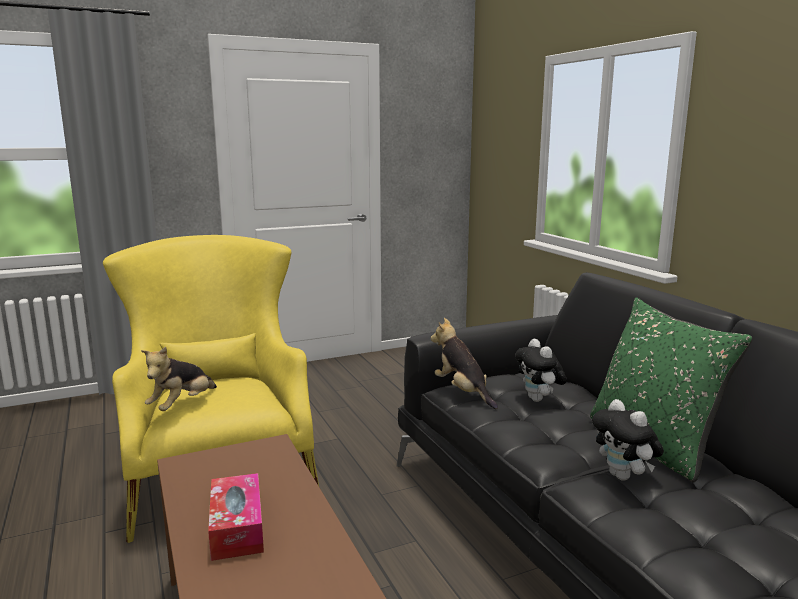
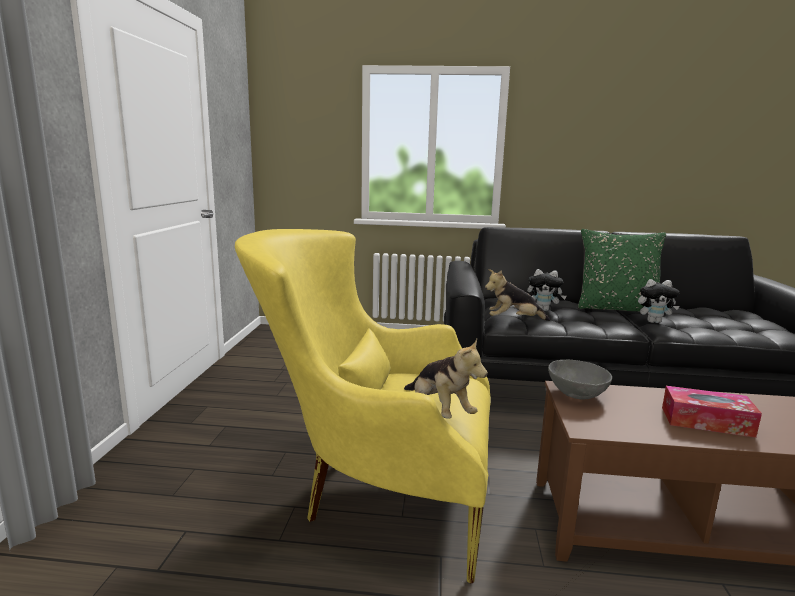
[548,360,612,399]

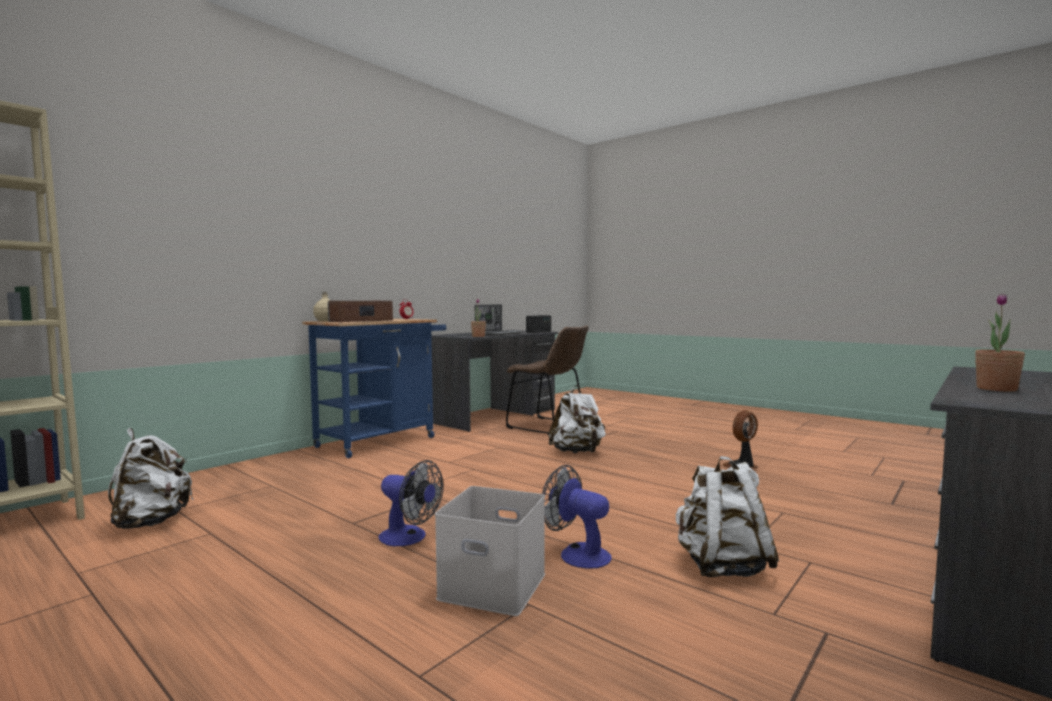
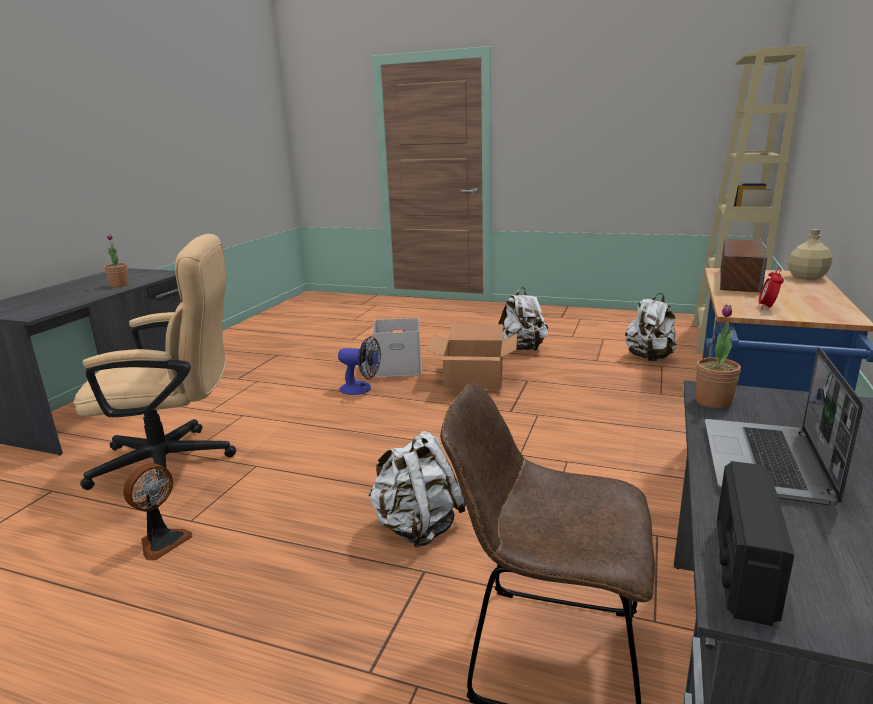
[73,234,236,490]
[427,324,517,389]
[498,287,548,351]

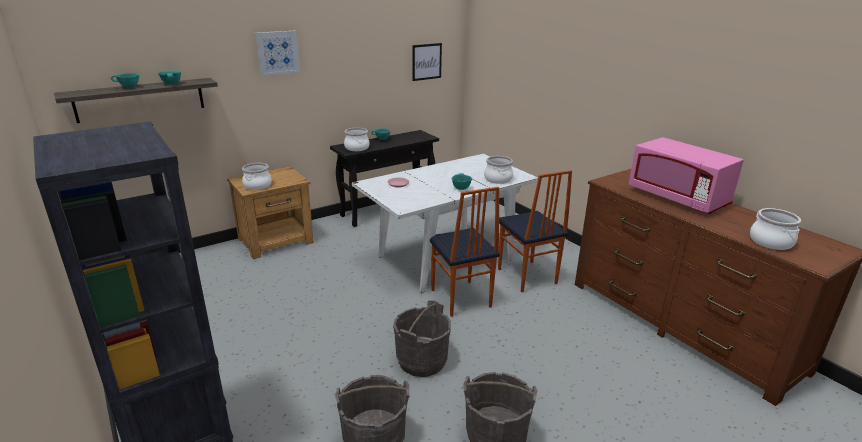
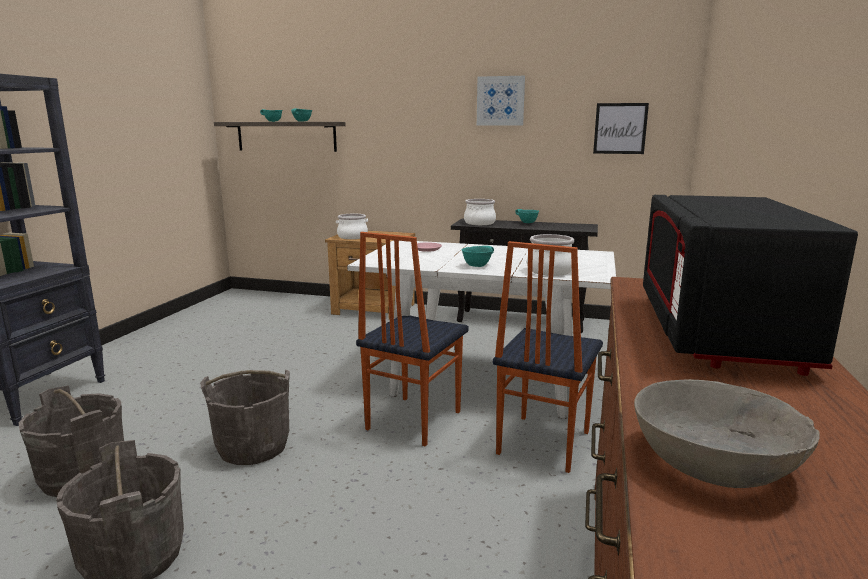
[477,76,525,125]
[634,379,819,488]
[643,195,858,376]

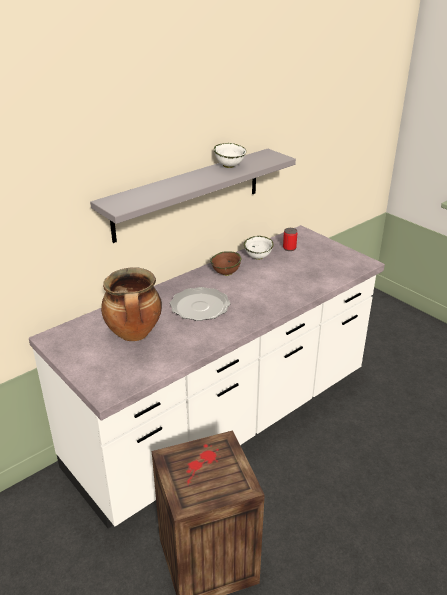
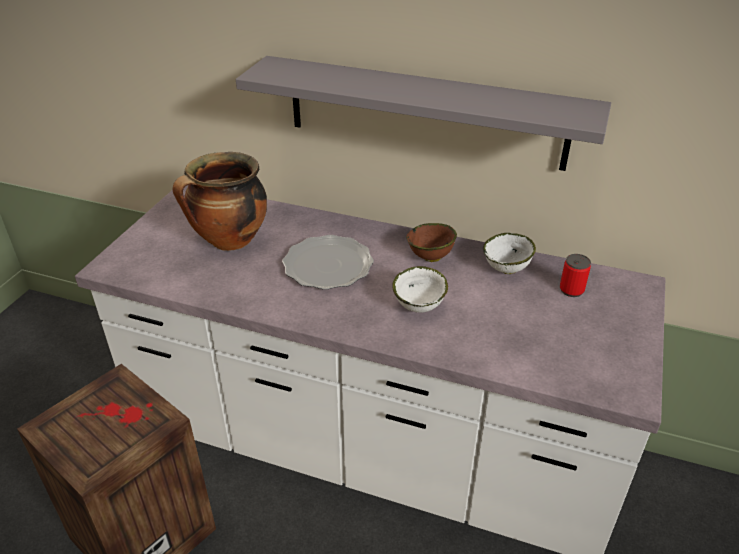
[392,266,448,313]

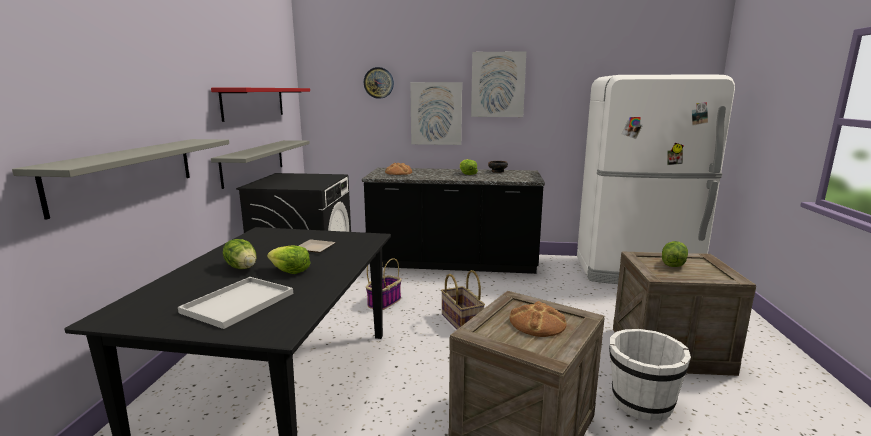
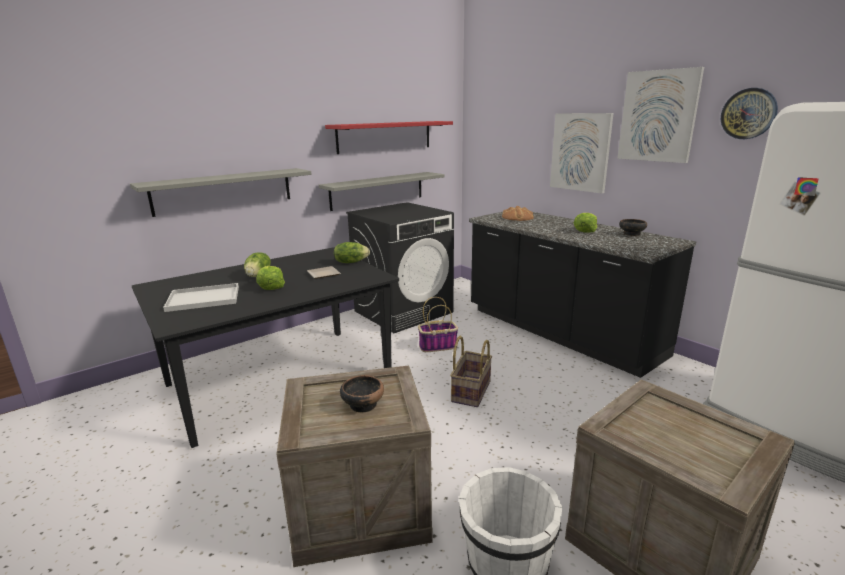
[334,242,370,263]
[340,375,384,413]
[721,88,778,139]

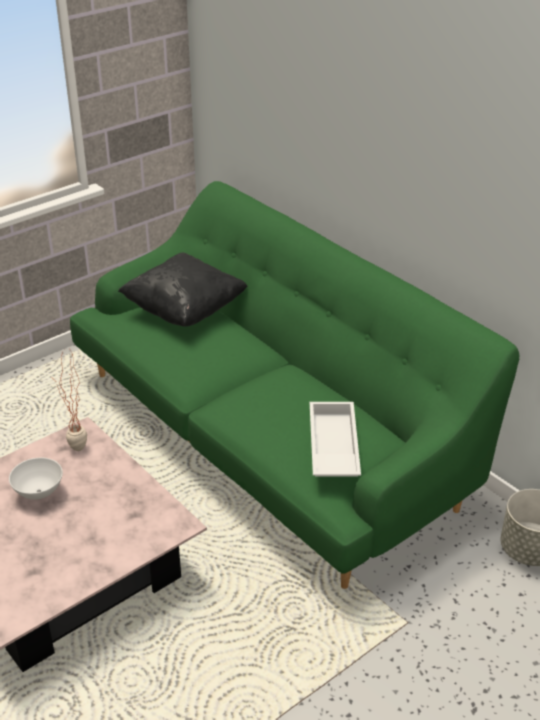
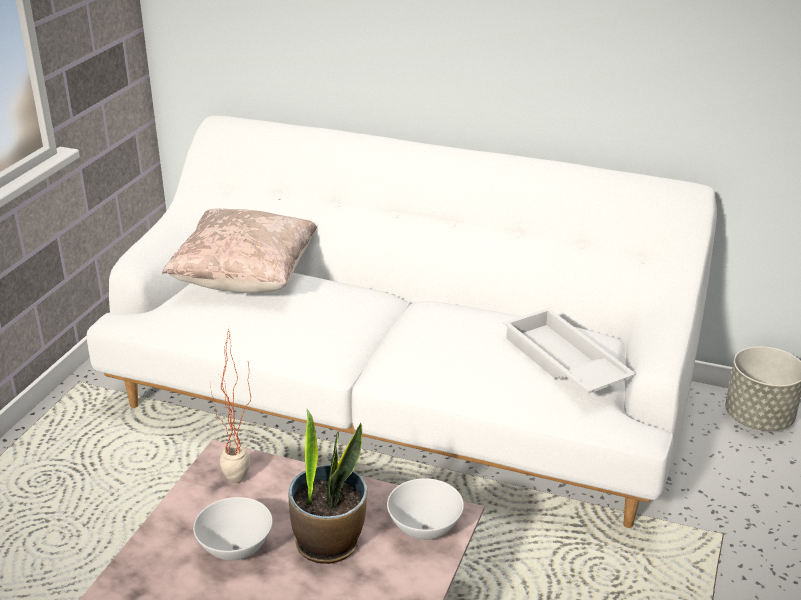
[87,115,717,528]
[162,208,317,293]
[288,409,367,564]
[387,478,464,540]

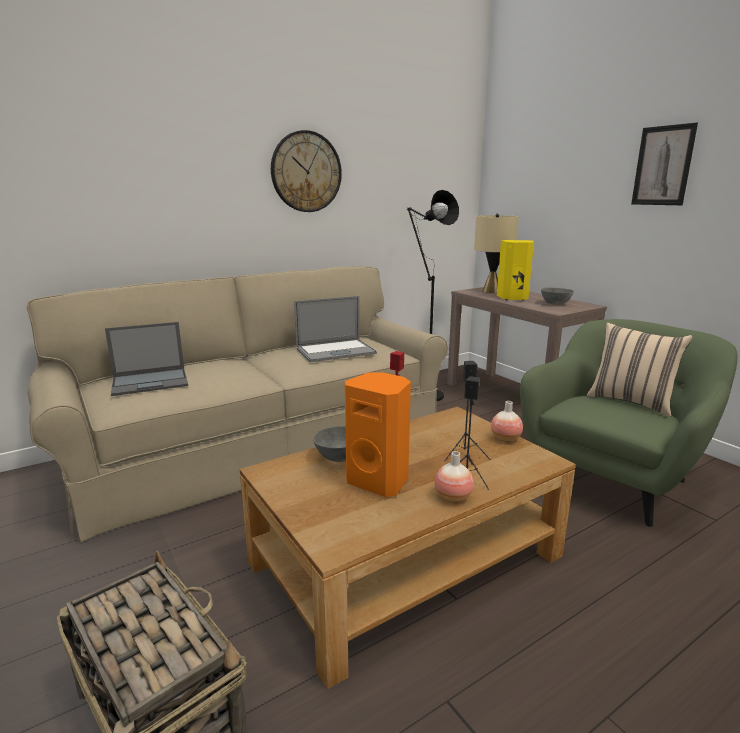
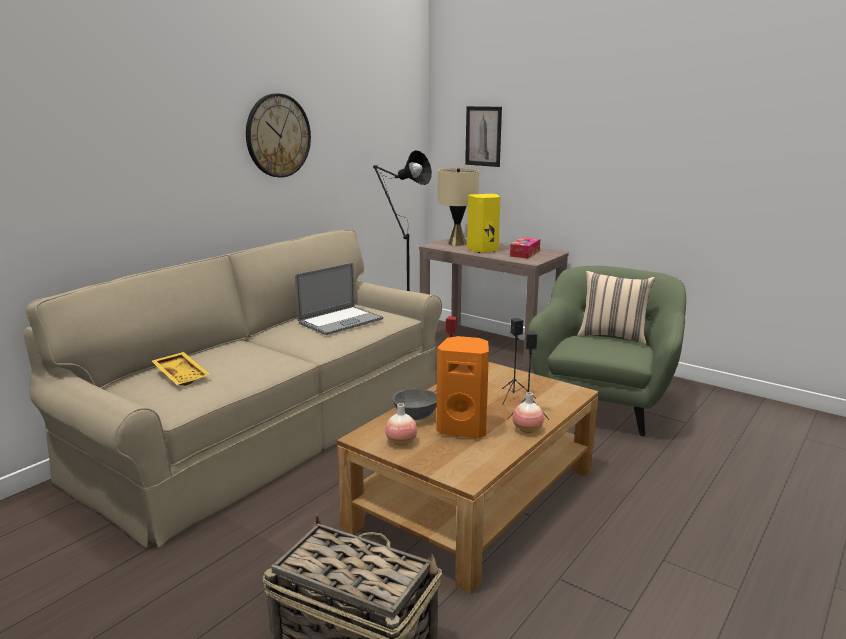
[152,352,210,386]
[385,403,417,446]
[465,106,502,167]
[510,237,540,258]

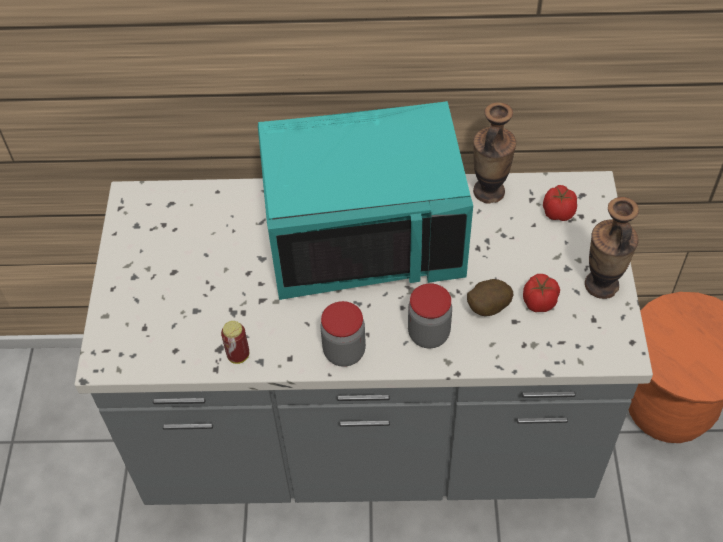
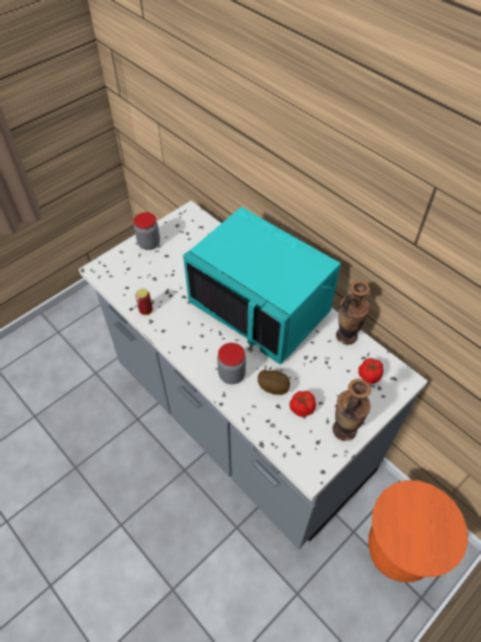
[134,212,160,250]

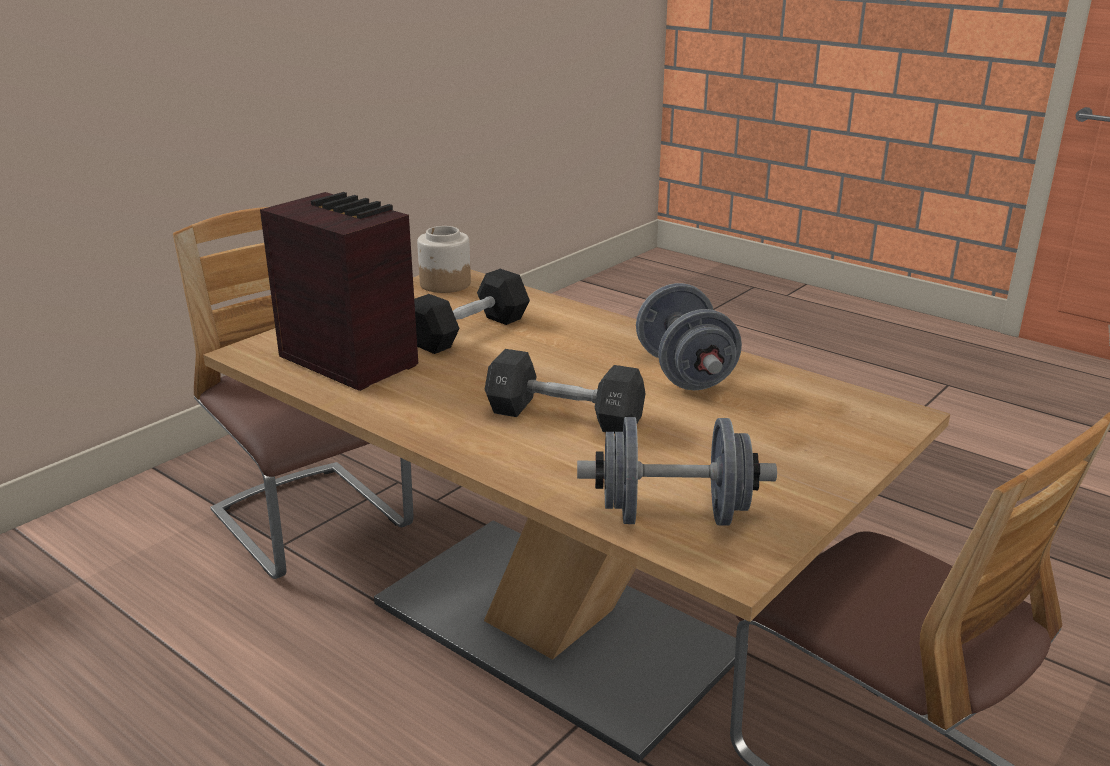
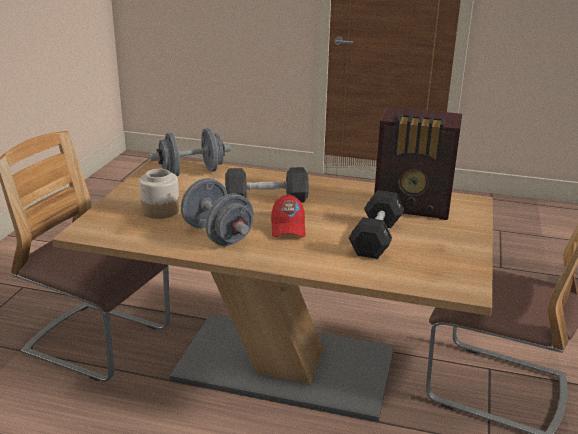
[139,169,180,219]
[271,194,306,237]

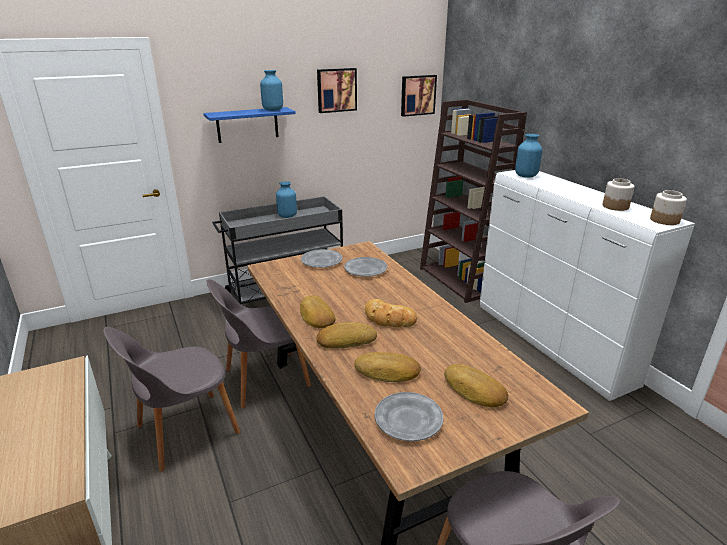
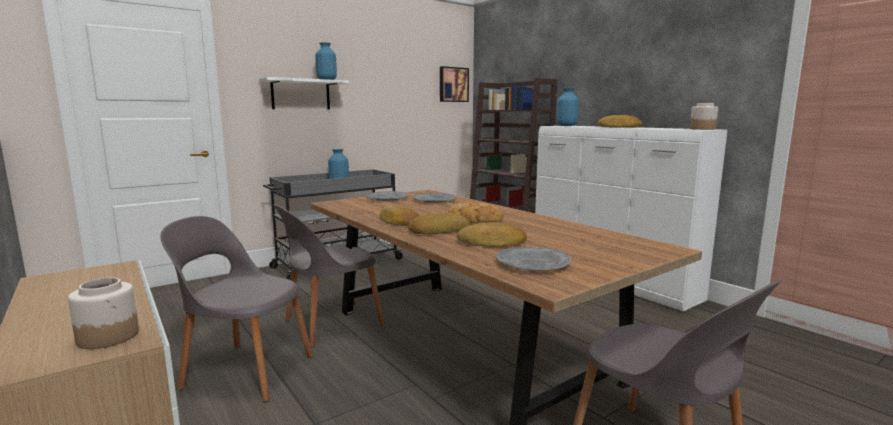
[68,278,139,349]
[160,216,313,402]
[259,77,349,109]
[598,115,642,128]
[317,68,357,113] (first image)

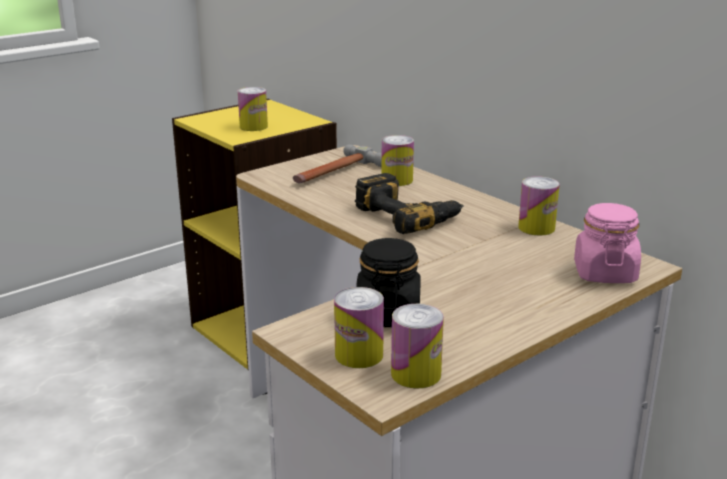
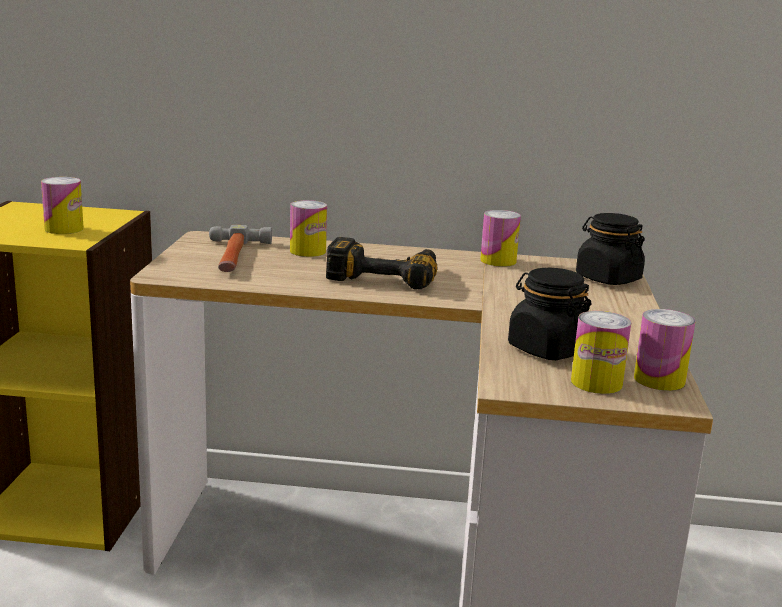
[576,213,645,285]

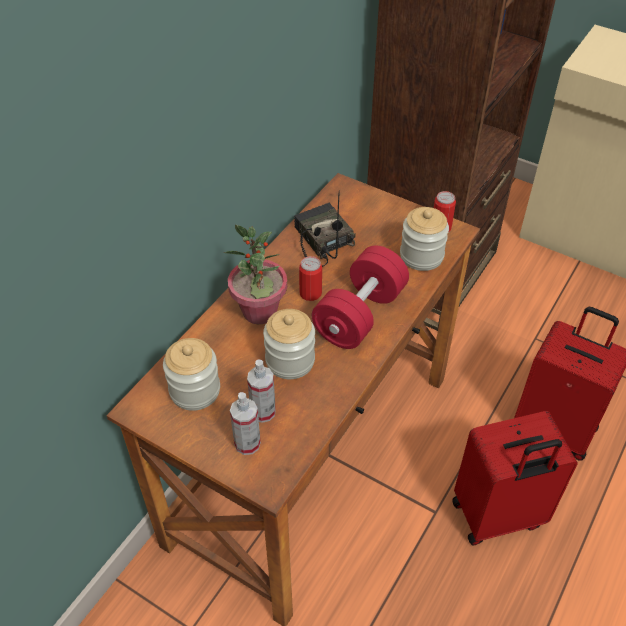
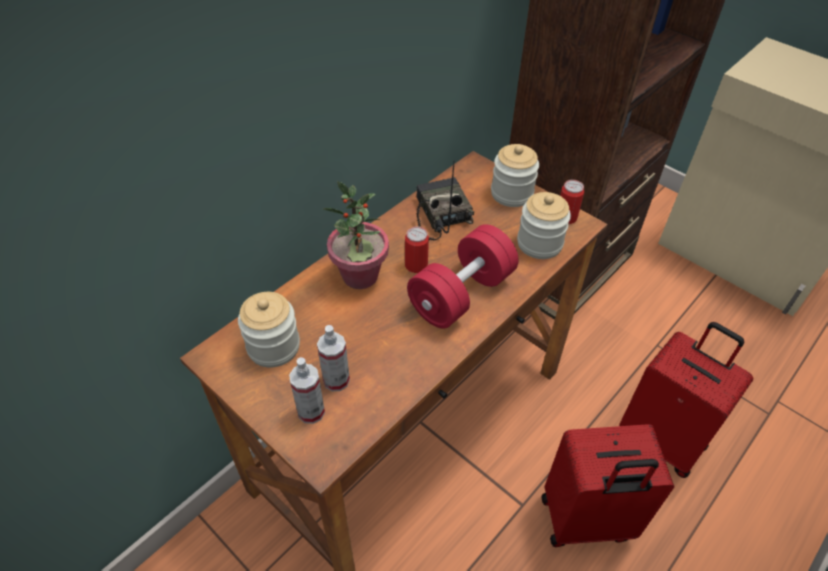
[491,144,539,207]

